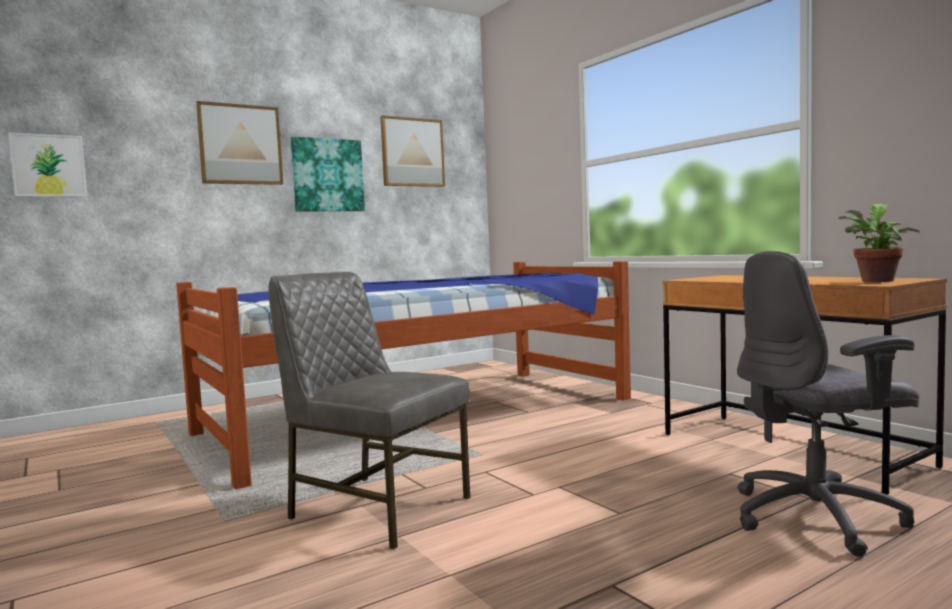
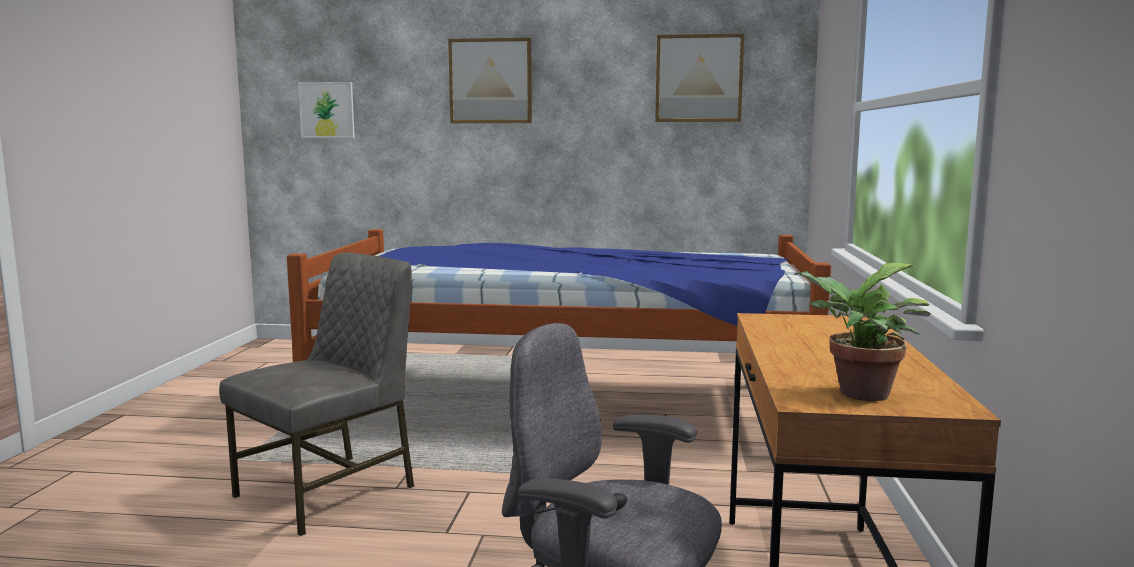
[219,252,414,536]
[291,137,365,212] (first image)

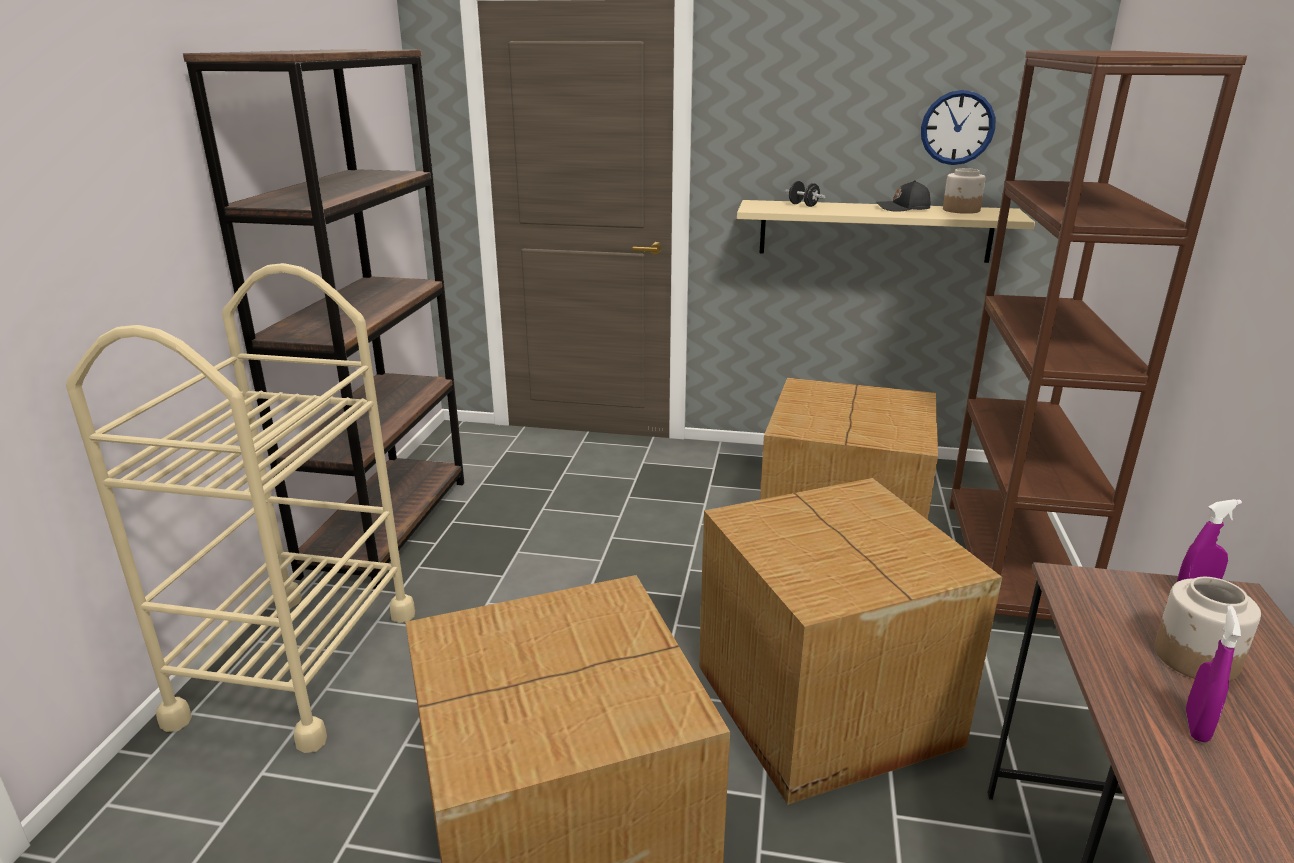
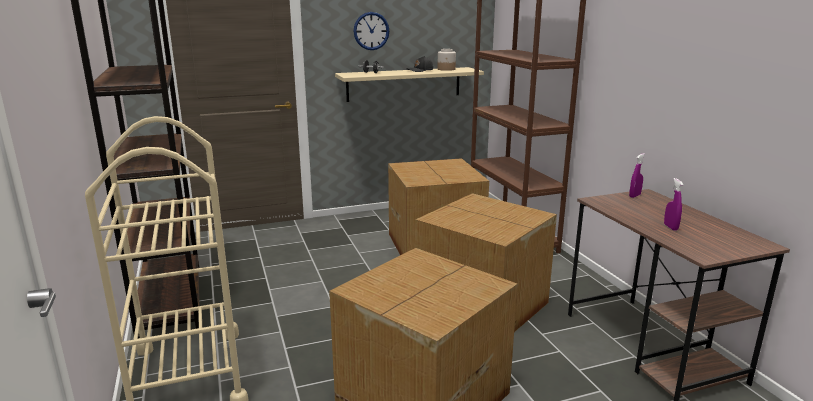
[354,12,389,50]
[1154,577,1261,681] (first image)

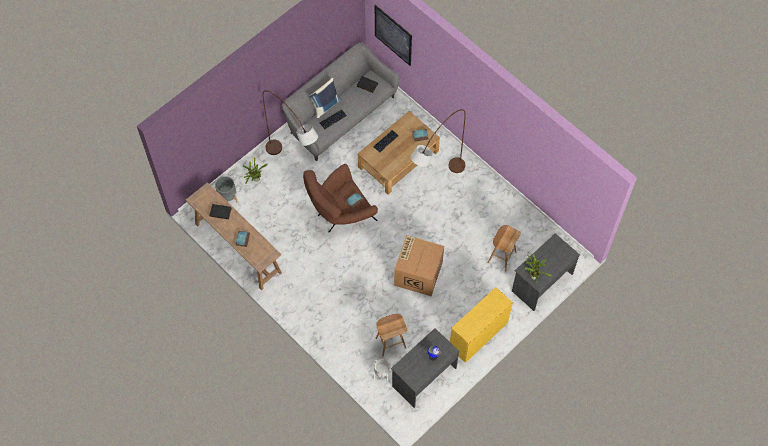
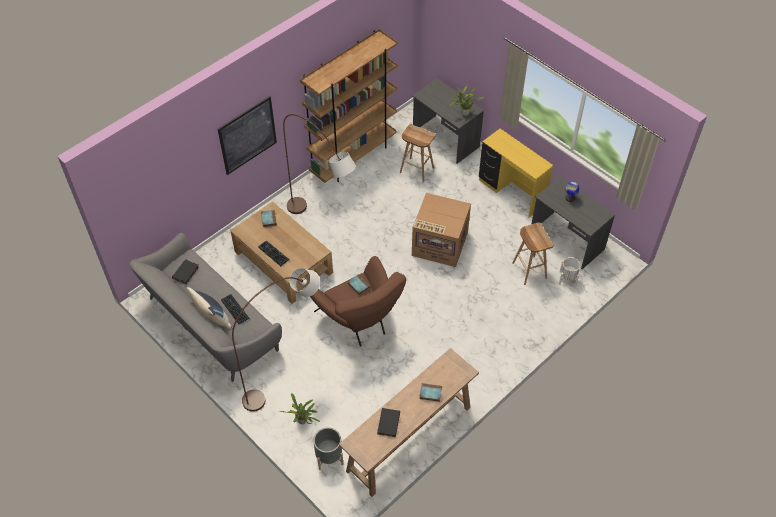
[218,96,277,175]
[300,29,398,183]

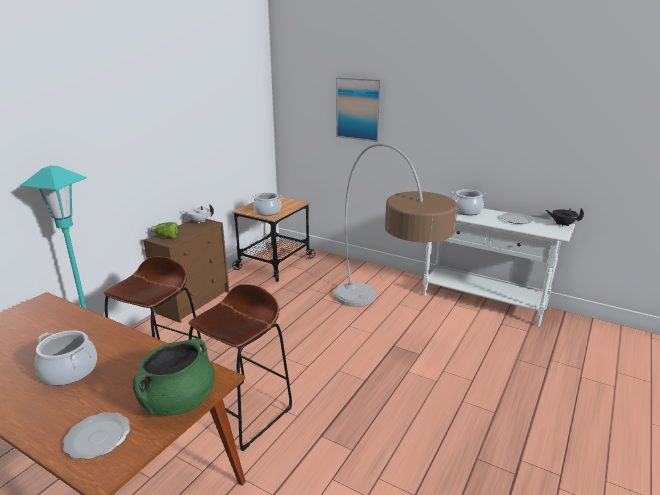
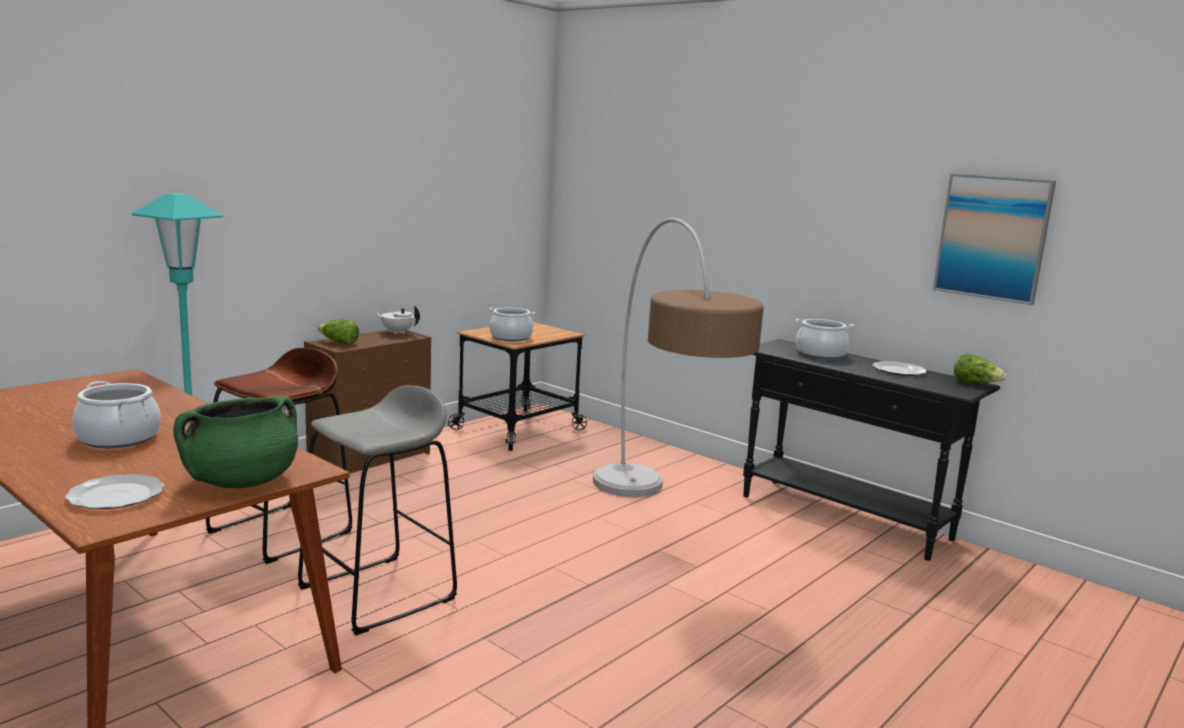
[298,385,457,635]
[743,339,1000,561]
[933,174,1056,305]
[954,353,1007,383]

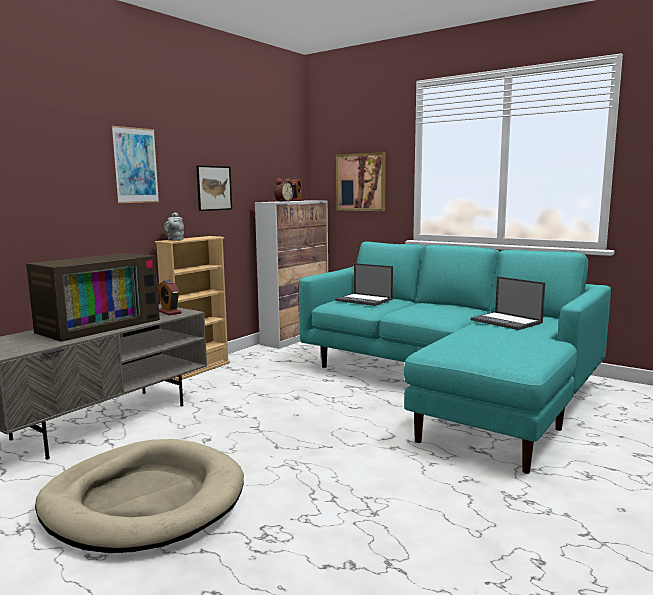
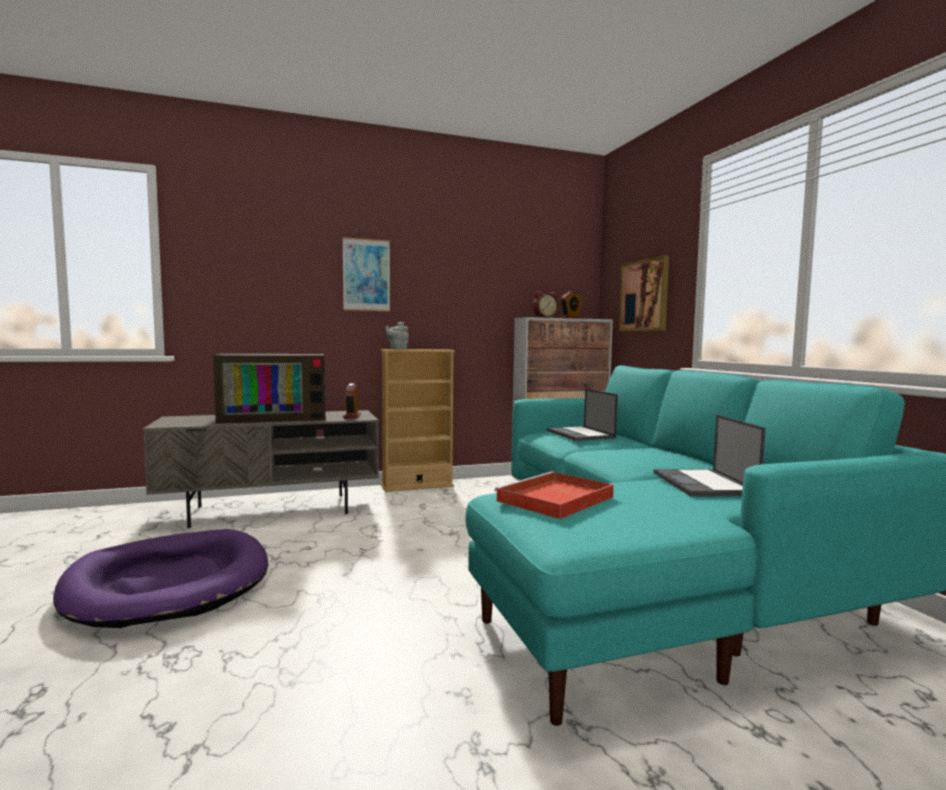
[53,529,268,628]
[494,471,614,519]
[196,165,232,211] (first image)

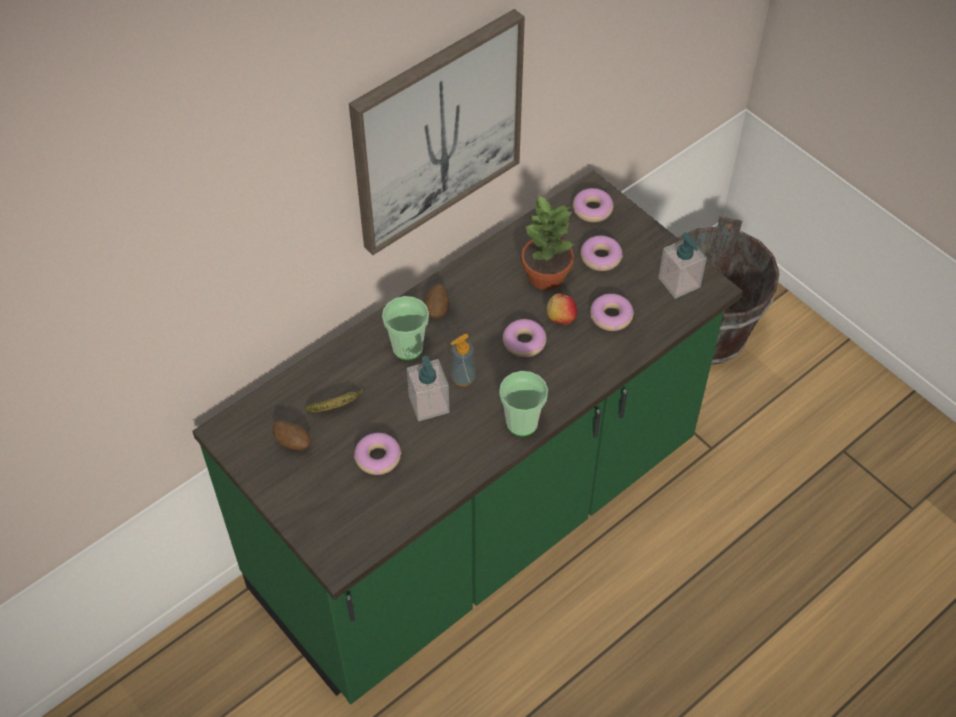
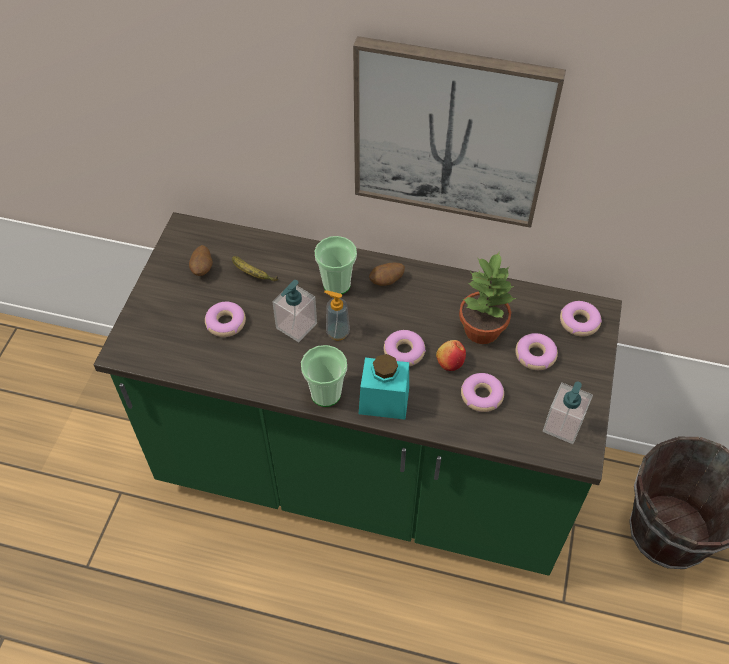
[359,354,409,420]

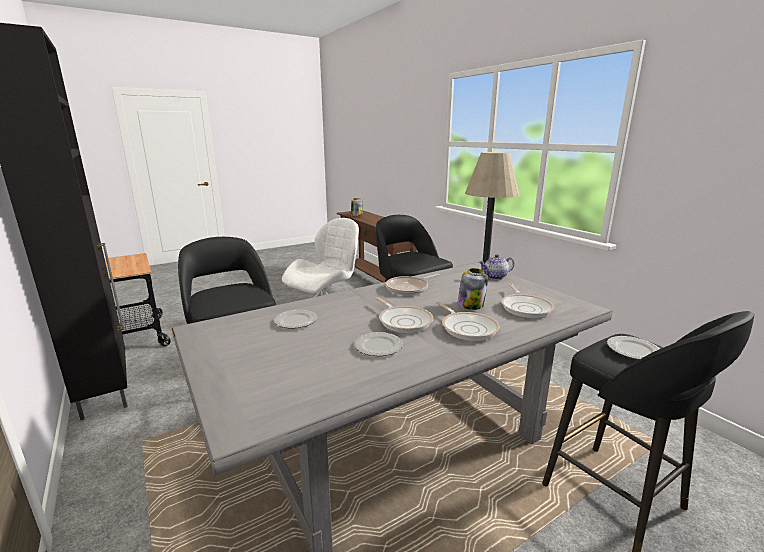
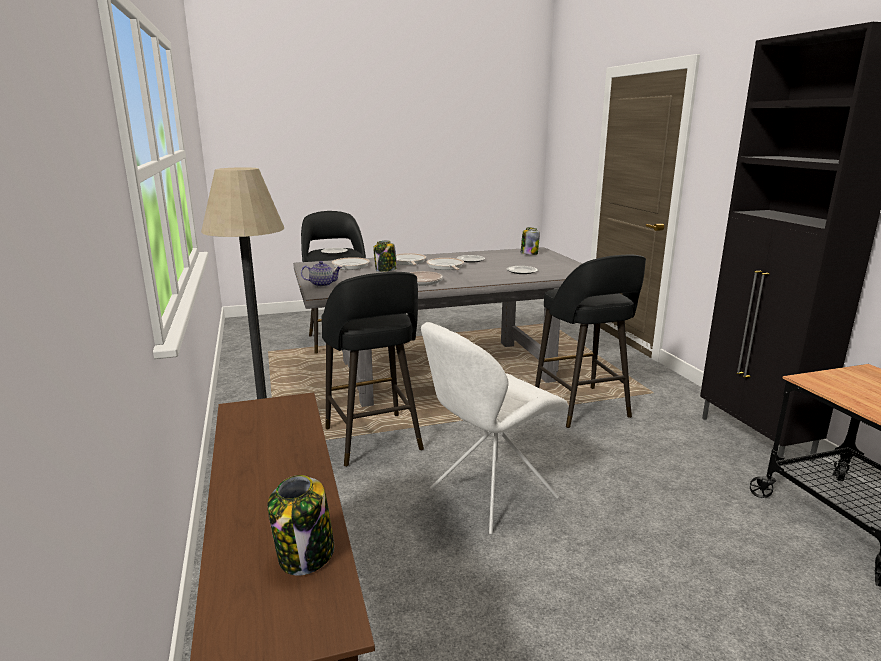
[521,227,540,255]

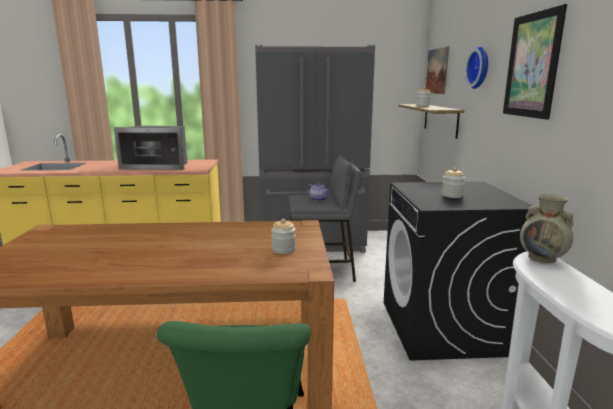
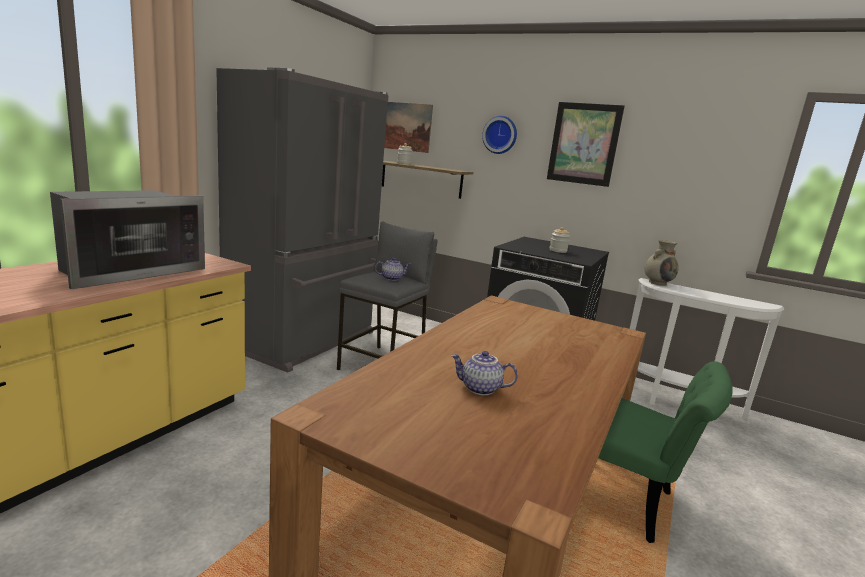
[451,351,518,395]
[271,219,296,254] (first image)

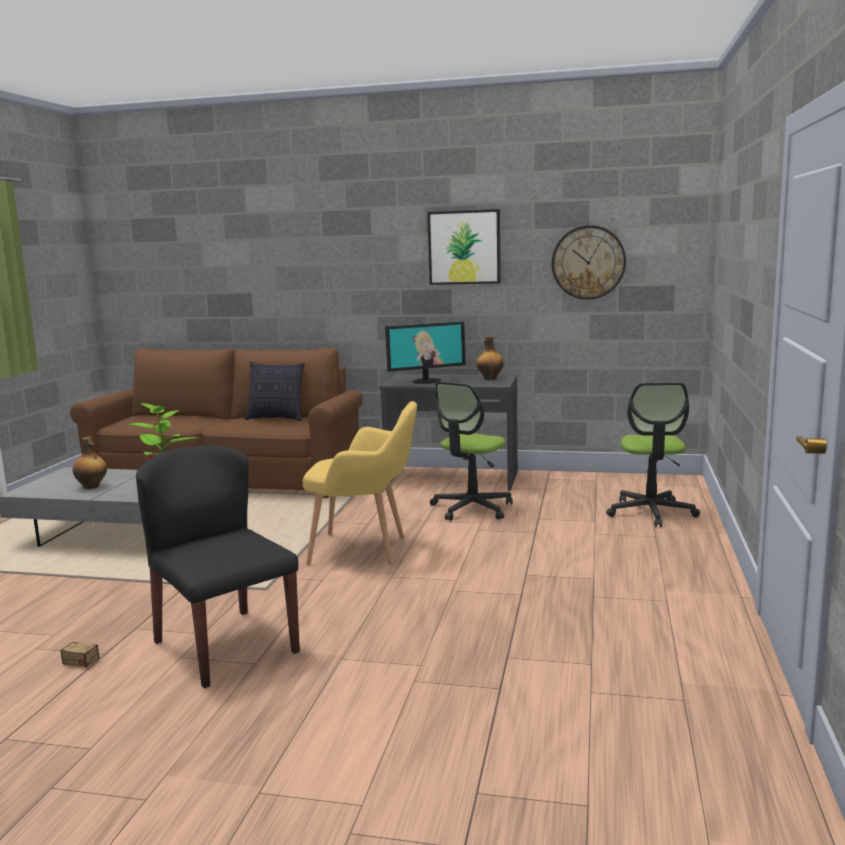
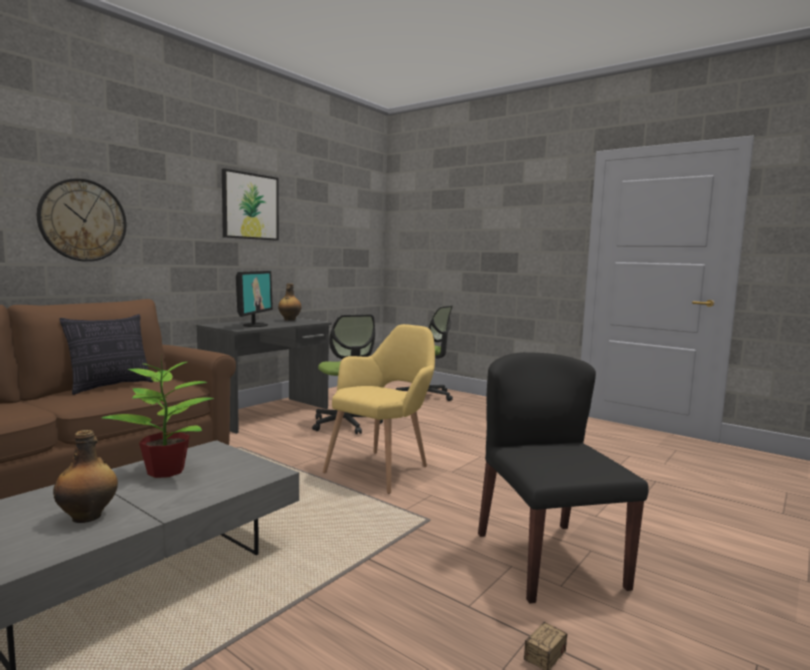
[37,178,127,262]
[478,352,649,603]

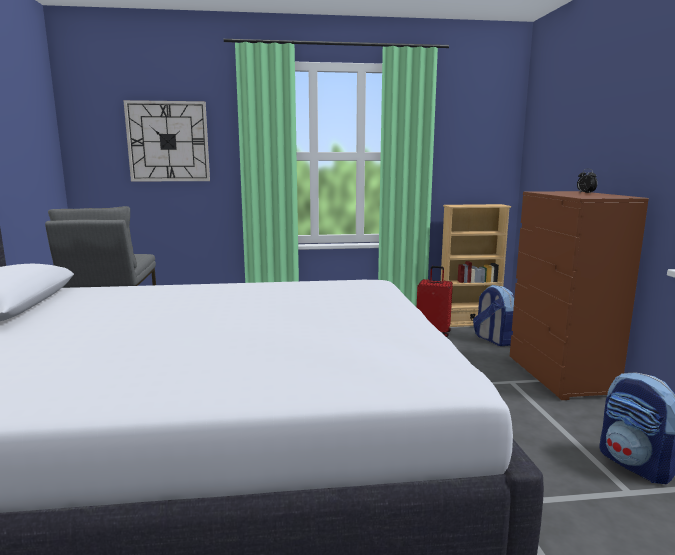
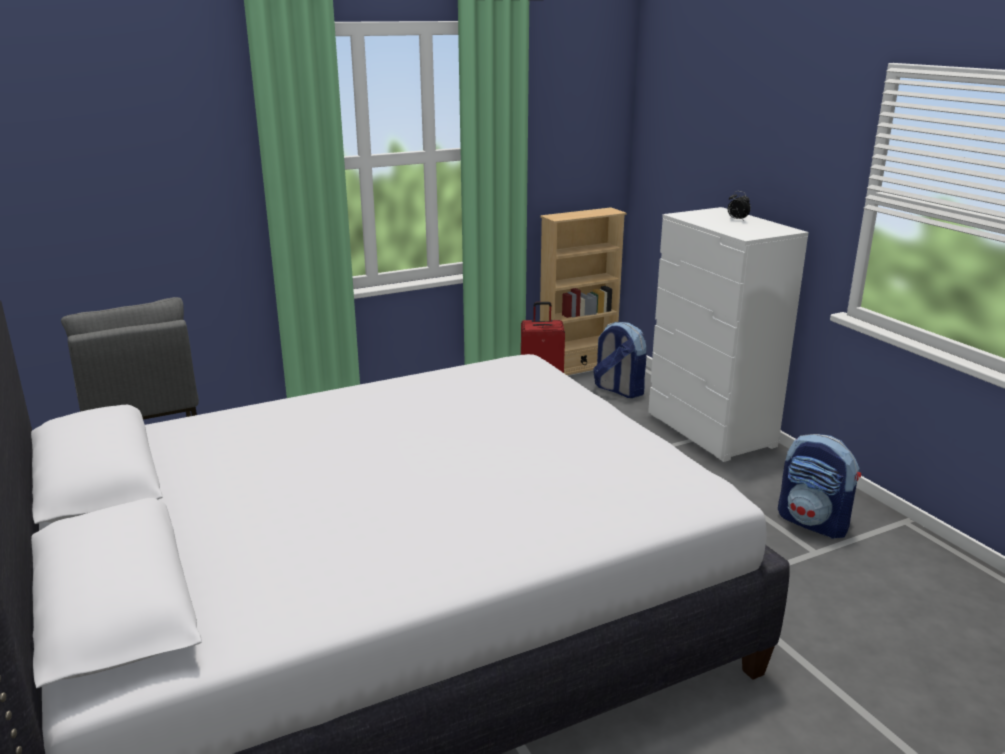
[648,207,809,462]
[123,100,210,182] (first image)

